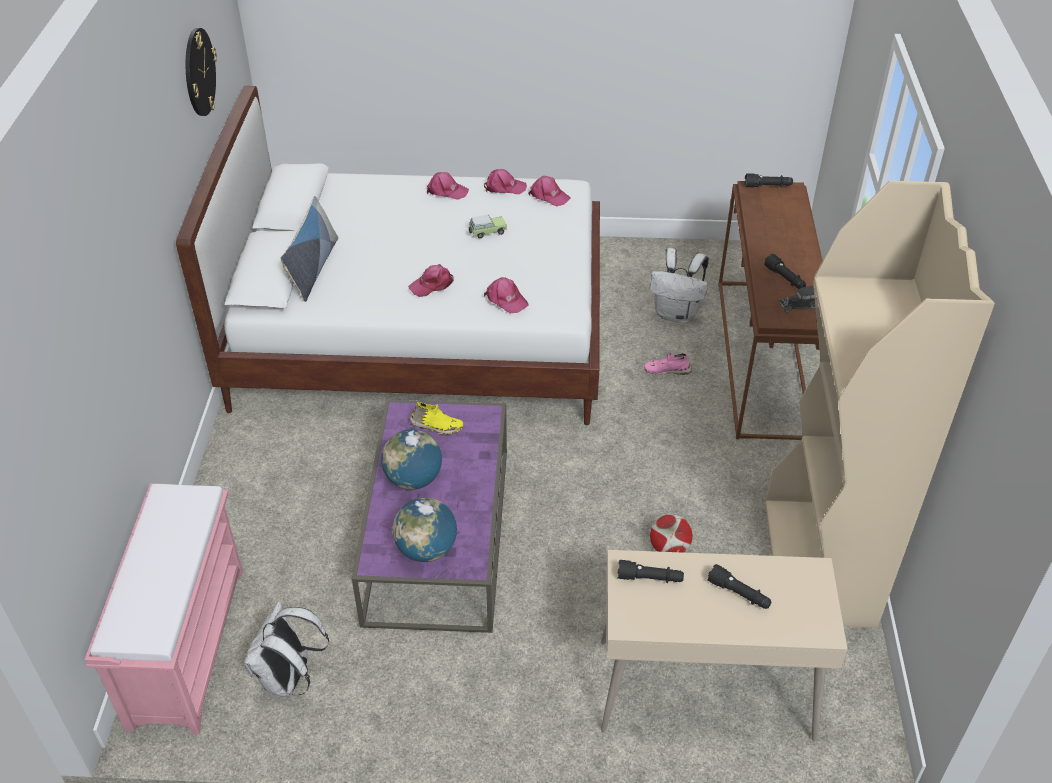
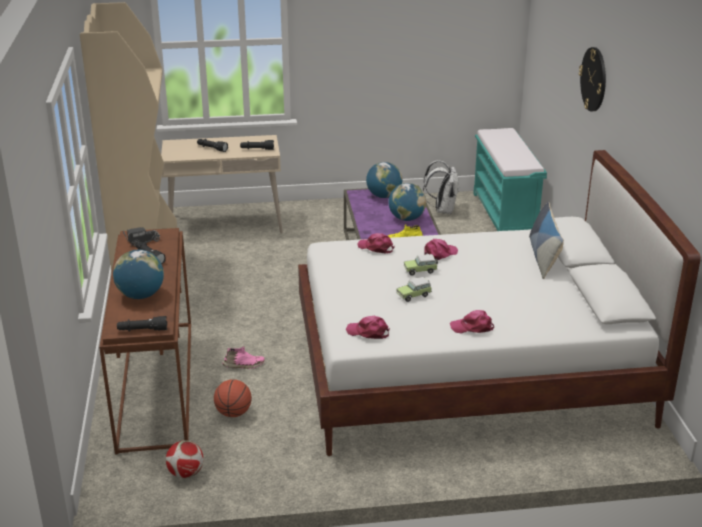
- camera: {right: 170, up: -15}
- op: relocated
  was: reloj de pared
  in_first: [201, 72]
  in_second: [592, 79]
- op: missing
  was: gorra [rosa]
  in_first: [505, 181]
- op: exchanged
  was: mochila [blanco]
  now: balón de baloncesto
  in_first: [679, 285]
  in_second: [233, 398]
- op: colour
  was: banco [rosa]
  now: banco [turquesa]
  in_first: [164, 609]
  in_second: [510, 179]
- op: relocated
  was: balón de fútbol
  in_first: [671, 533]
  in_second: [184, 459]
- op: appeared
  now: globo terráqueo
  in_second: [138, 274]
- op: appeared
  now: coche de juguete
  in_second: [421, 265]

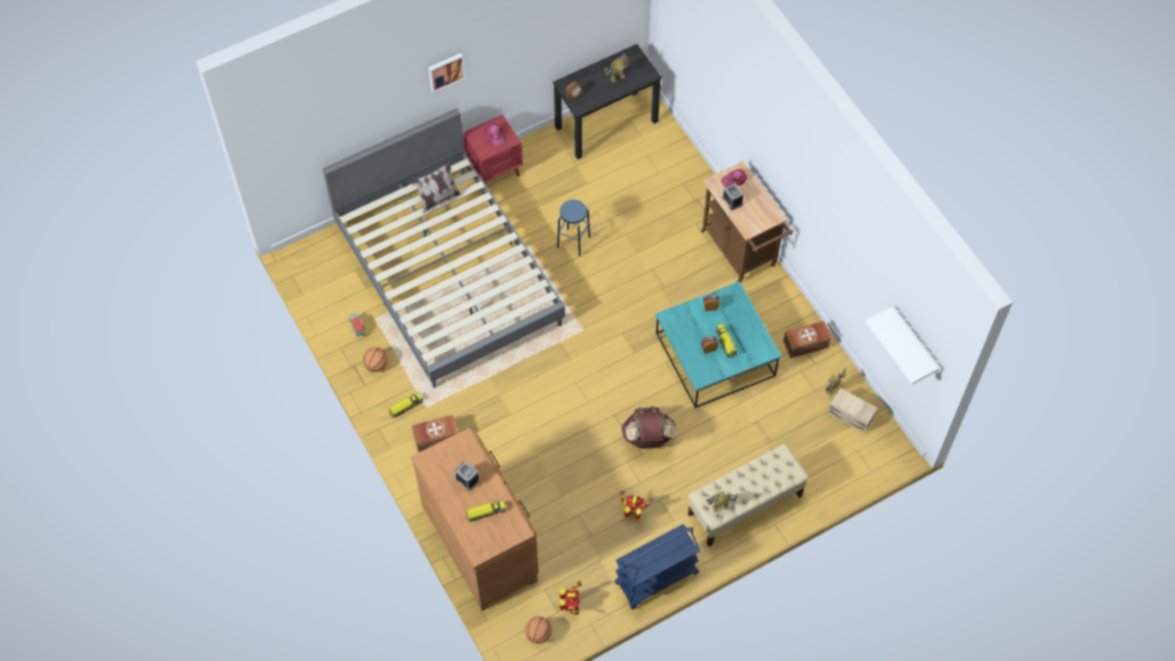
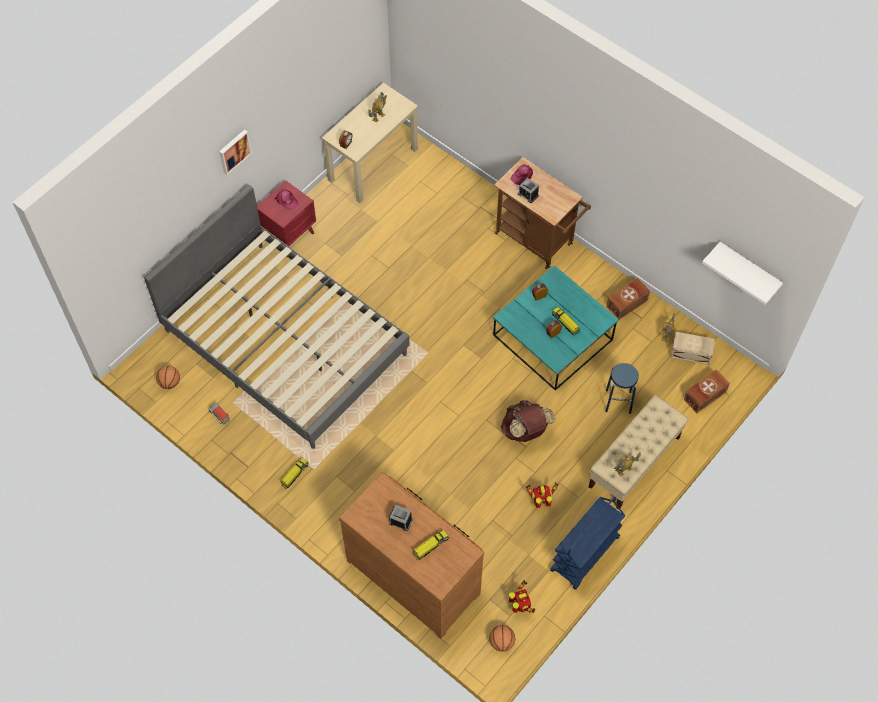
- camera: {right: -20, up: 0}
- op: colour
  was: escritorio [negro]
  now: escritorio [beis]
  in_first: [607, 102]
  in_second: [370, 143]
- op: missing
  was: cojín
  in_first: [436, 187]
- op: relocated
  was: taburete [azul]
  in_first: [573, 228]
  in_second: [622, 388]
- op: relocated
  was: balón de baloncesto
  in_first: [375, 359]
  in_second: [168, 377]
- op: relocated
  was: caja de almacenaje [marrón]
  in_first: [435, 434]
  in_second: [707, 391]

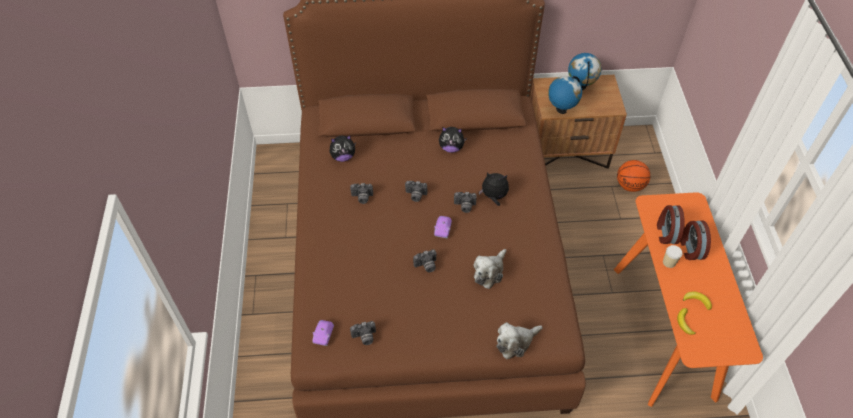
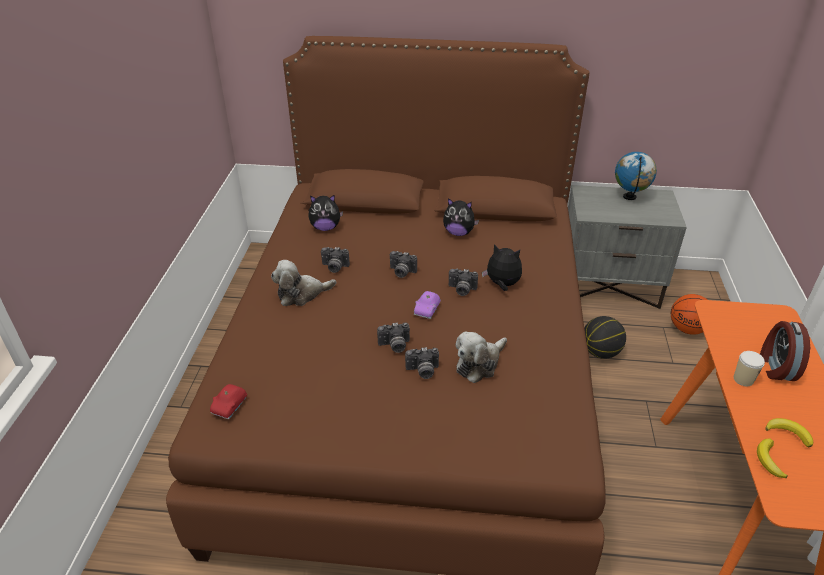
- camera: {right: 10, up: -15}
- op: colour
  was: mesita de noche [marrón]
  now: mesita de noche [gris]
  in_first: [578, 122]
  in_second: [627, 247]
- op: missing
  was: globo terráqueo
  in_first: [565, 95]
- op: missing
  was: despertador
  in_first: [671, 224]
- op: colour
  was: coche de juguete [morado]
  now: coche de juguete [rojo]
  in_first: [323, 333]
  in_second: [228, 401]
- op: relocated
  was: cámara
  in_first: [363, 333]
  in_second: [422, 363]
- op: relocated
  was: peluche
  in_first: [519, 340]
  in_second: [303, 283]
- op: appeared
  now: balón de baloncesto
  in_second: [605, 337]

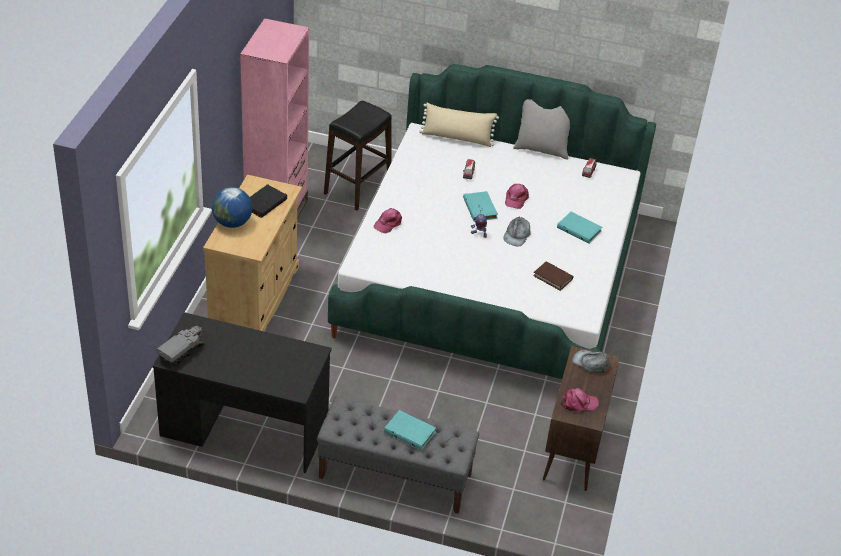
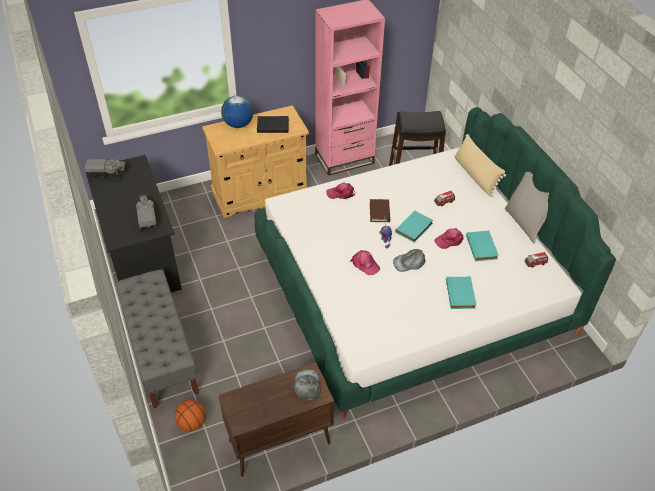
- camera: {right: 55, up: 5}
- op: relocated
  was: libro [marrón]
  in_first: [553, 276]
  in_second: [380, 210]
- op: relocated
  was: gorra [rosa]
  in_first: [580, 399]
  in_second: [365, 262]
- op: relocated
  was: libro [turquesa]
  in_first: [410, 430]
  in_second: [482, 246]
- op: appeared
  now: camión de juguete
  in_second: [147, 212]
- op: appeared
  now: balón de baloncesto
  in_second: [190, 415]

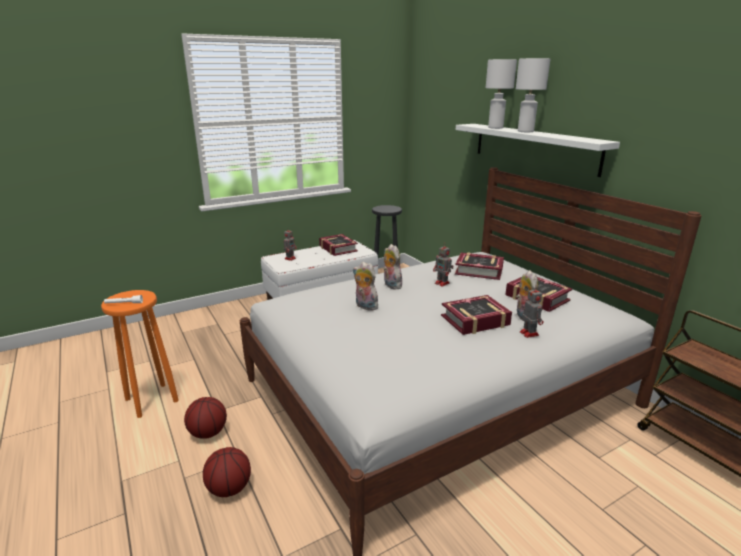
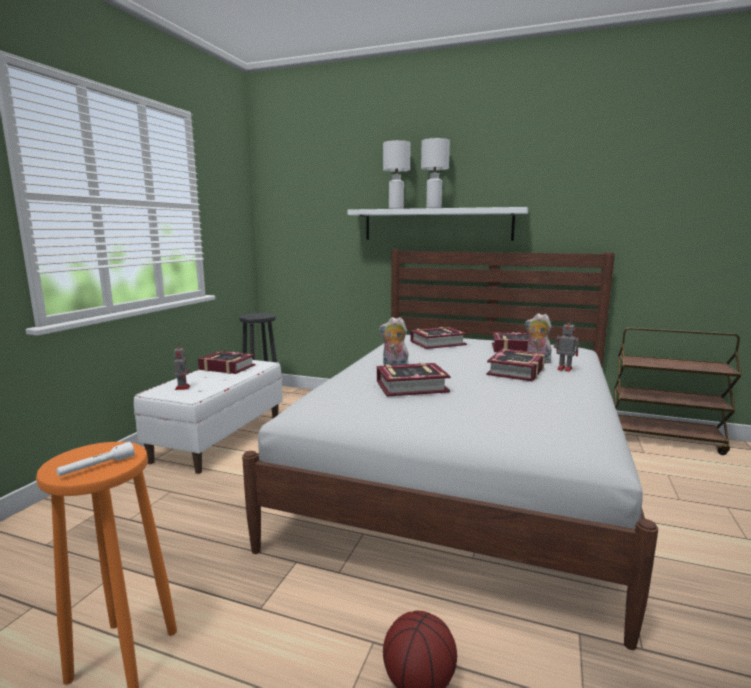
- camera: {right: -40, up: -10}
- op: missing
  was: robot de juguete
  in_first: [443, 266]
- op: exchanged
  was: peluche
  now: libro
  in_first: [365, 286]
  in_second: [414, 379]
- op: missing
  was: balón de baloncesto
  in_first: [205, 417]

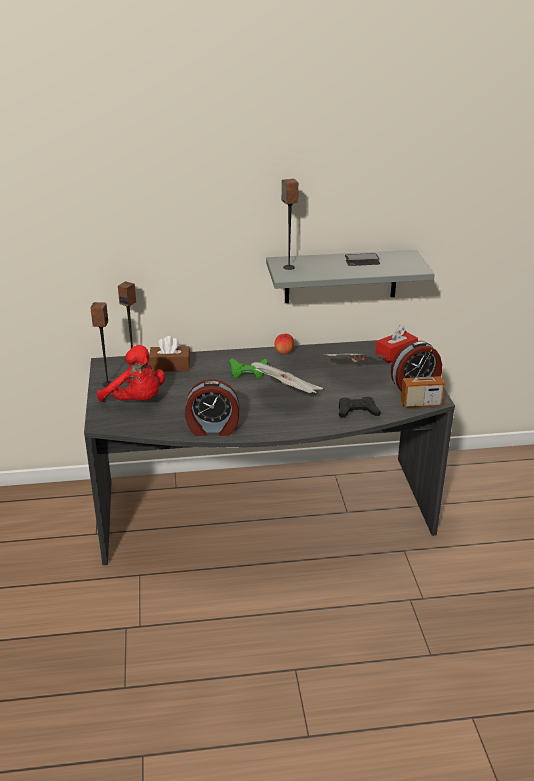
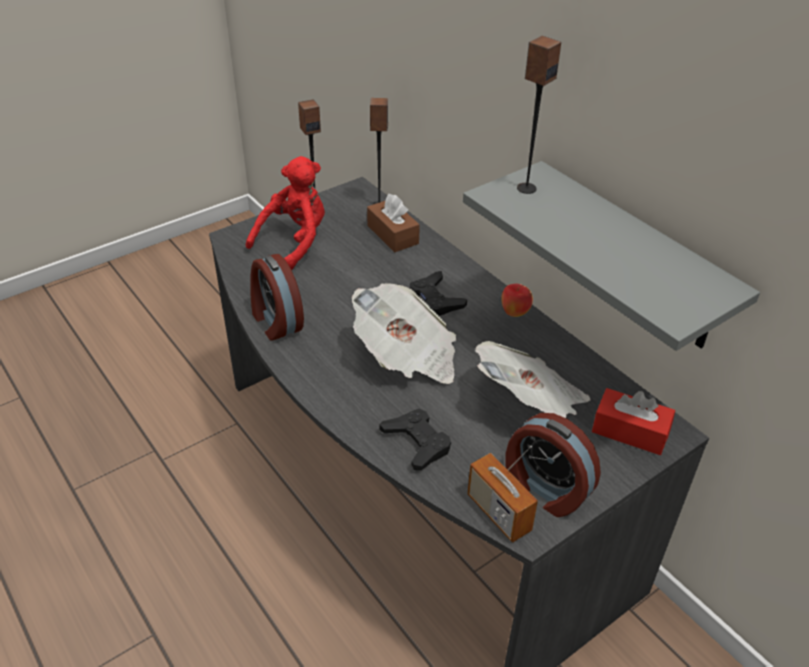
- camera: {right: 60, up: 10}
- op: missing
  was: móvil
  in_first: [362, 259]
- op: spun
  was: peluche [rojo]
  in_first: [131, 373]
  in_second: [285, 213]
  clockwise: -150
- op: colour
  was: mando de consola [verde]
  now: mando de consola [negro]
  in_first: [248, 368]
  in_second: [438, 293]

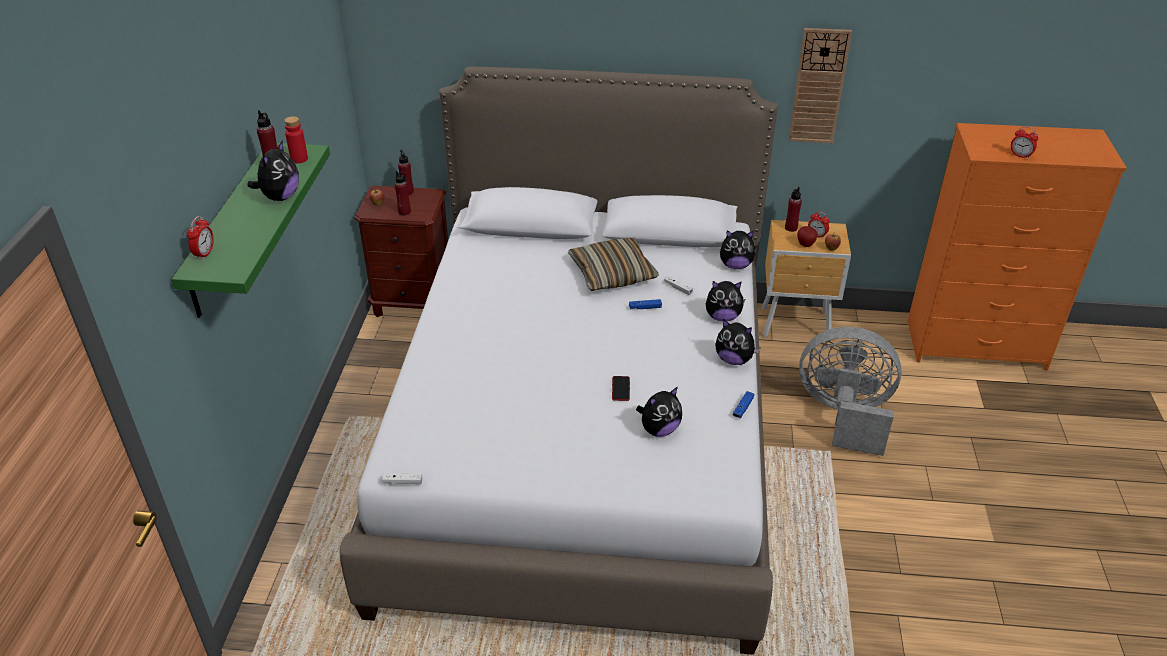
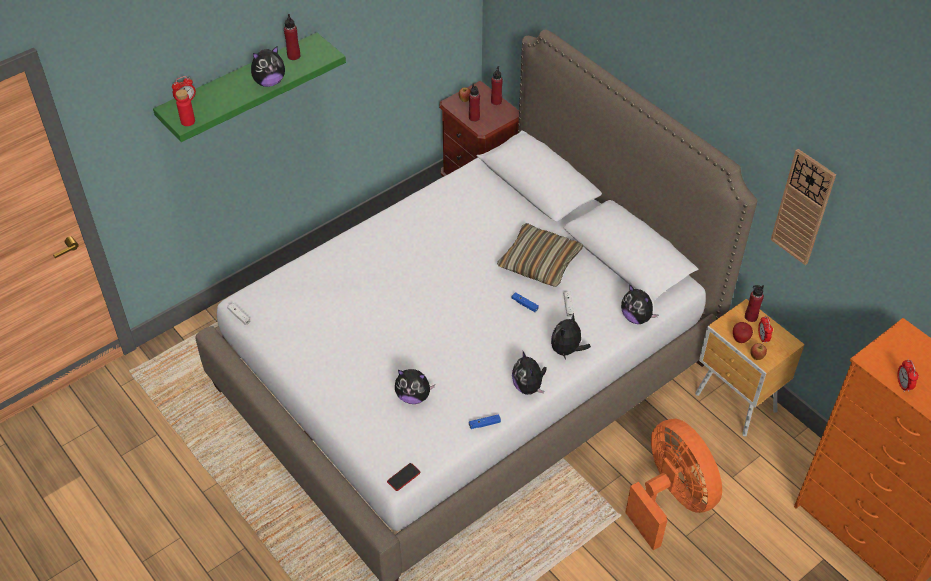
- camera: {right: 45, up: 10}
- op: relocated
  was: botella [rojo]
  in_first: [296, 139]
  in_second: [185, 107]
- op: spun
  was: peluche
  in_first: [725, 301]
  in_second: [571, 336]
  clockwise: 75
- op: colour
  was: ventilador [gris]
  now: ventilador [naranja]
  in_first: [850, 391]
  in_second: [673, 484]
- op: relocated
  was: móvil
  in_first: [621, 388]
  in_second: [403, 477]

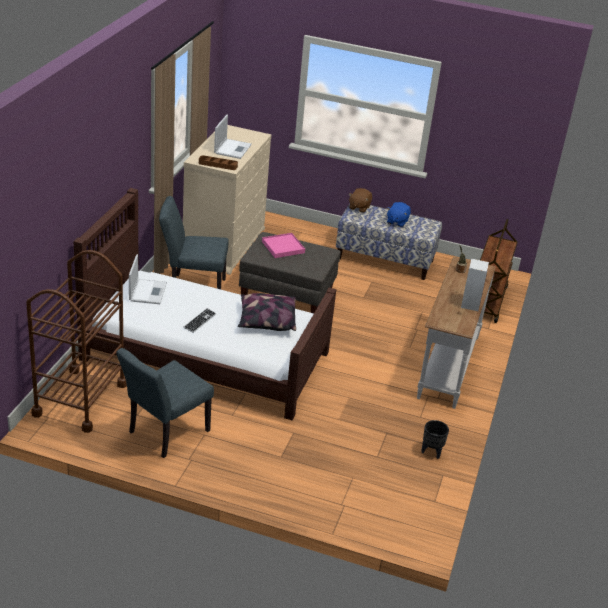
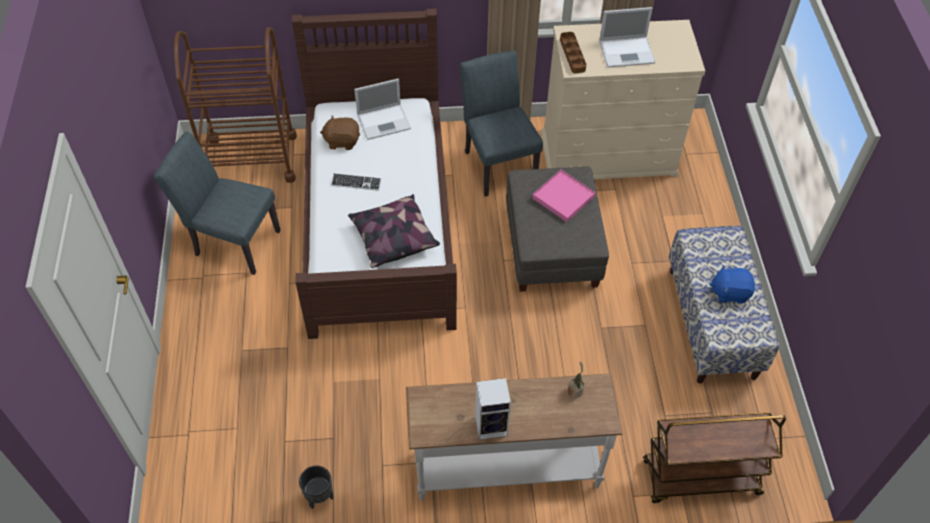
- camera: {right: 70, up: 20}
- op: relocated
  was: peluche [marrón]
  in_first: [360, 200]
  in_second: [340, 132]

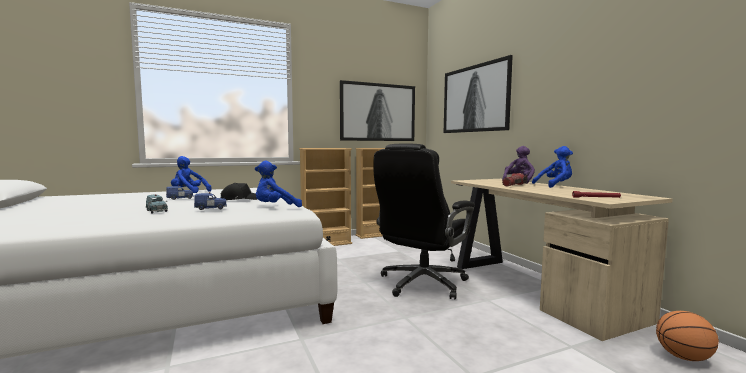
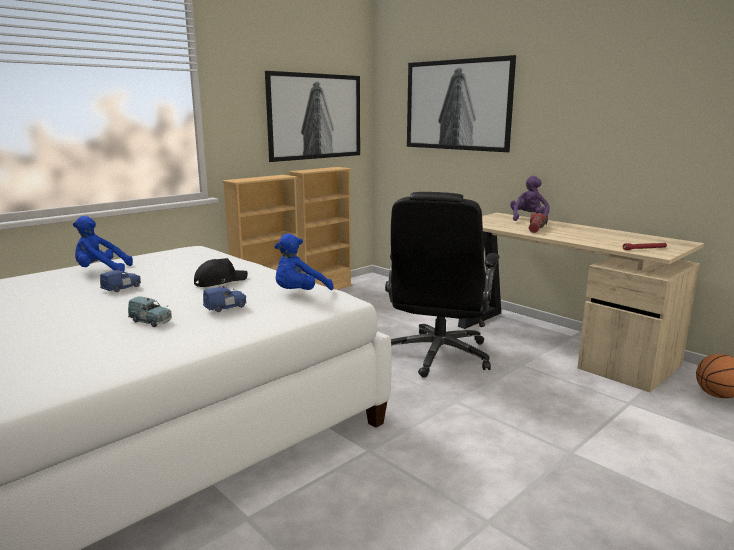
- camera: {right: -20, up: 10}
- op: missing
  was: peluche [azul]
  in_first: [552, 167]

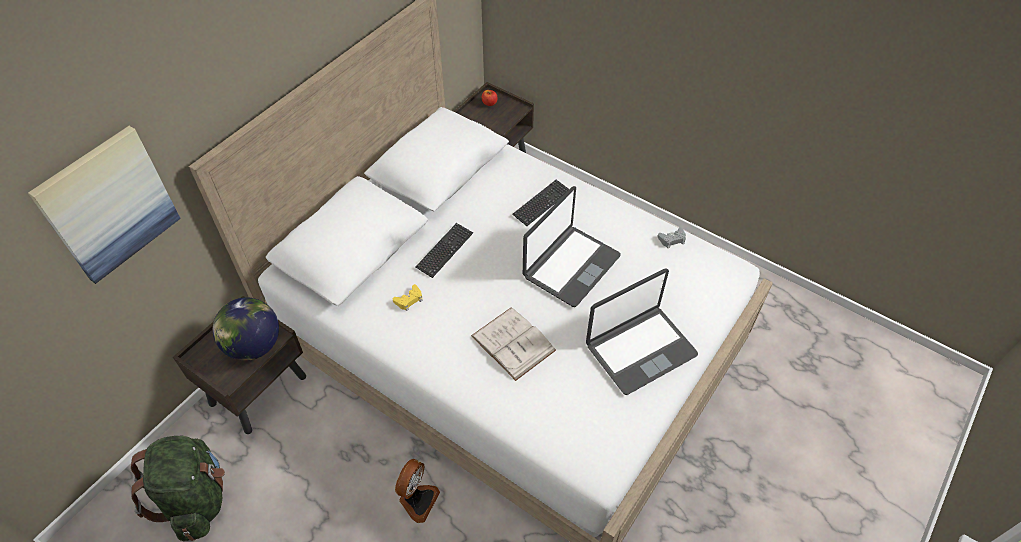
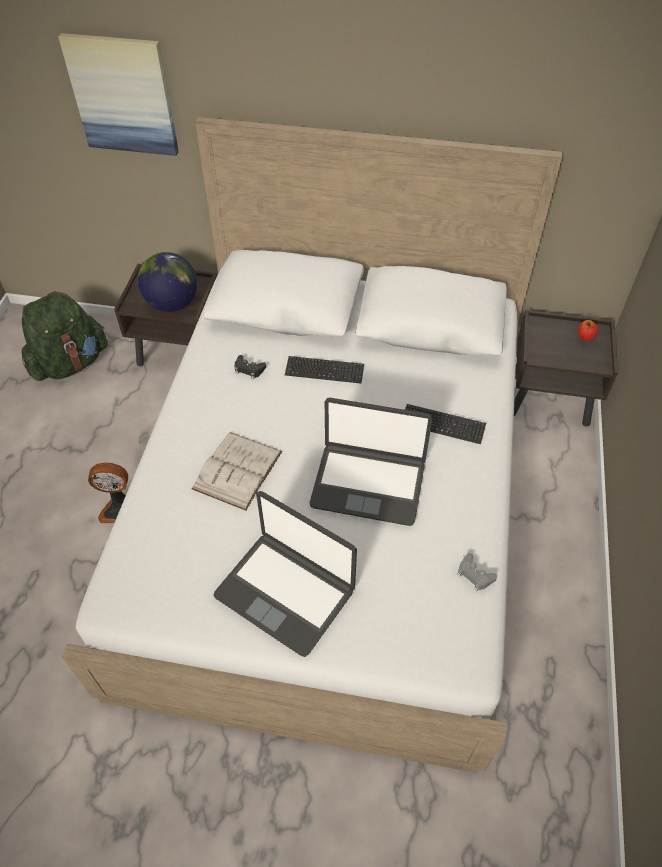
- camera: {right: 65, up: 0}
- op: colour
  was: mando de consola [amarillo]
  now: mando de consola [negro]
  in_first: [408, 297]
  in_second: [250, 367]

